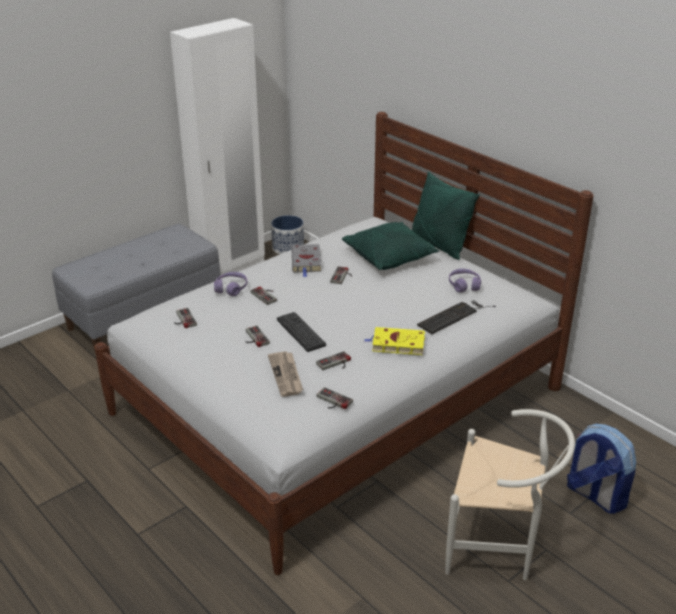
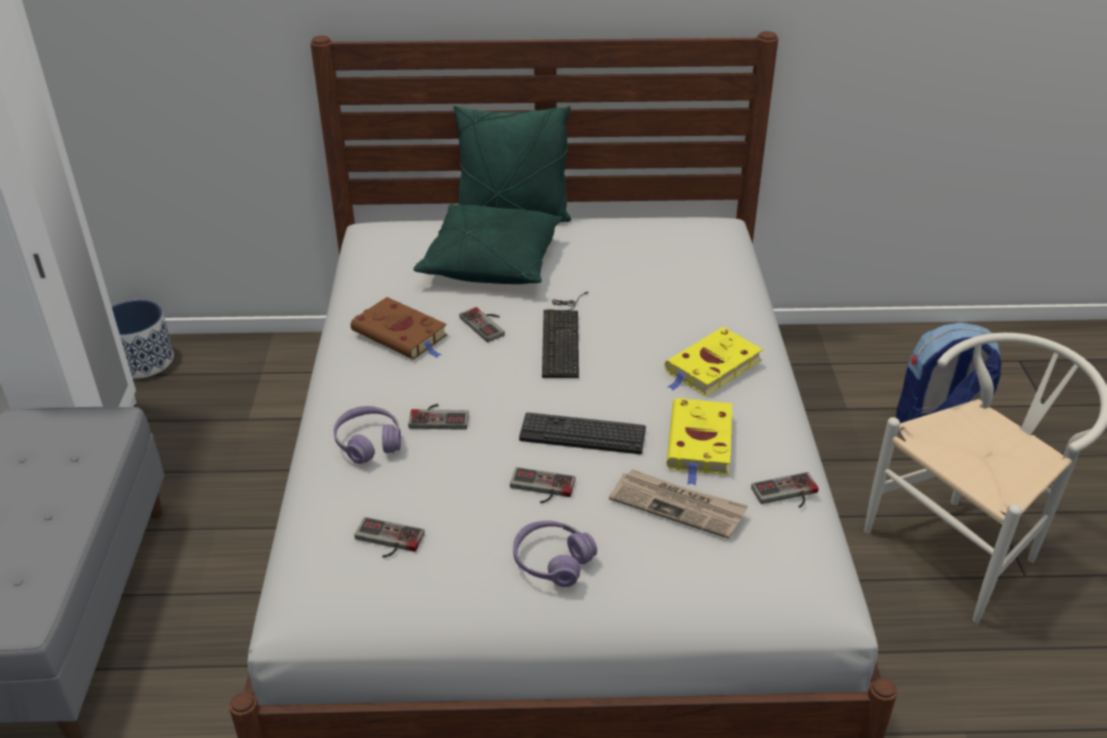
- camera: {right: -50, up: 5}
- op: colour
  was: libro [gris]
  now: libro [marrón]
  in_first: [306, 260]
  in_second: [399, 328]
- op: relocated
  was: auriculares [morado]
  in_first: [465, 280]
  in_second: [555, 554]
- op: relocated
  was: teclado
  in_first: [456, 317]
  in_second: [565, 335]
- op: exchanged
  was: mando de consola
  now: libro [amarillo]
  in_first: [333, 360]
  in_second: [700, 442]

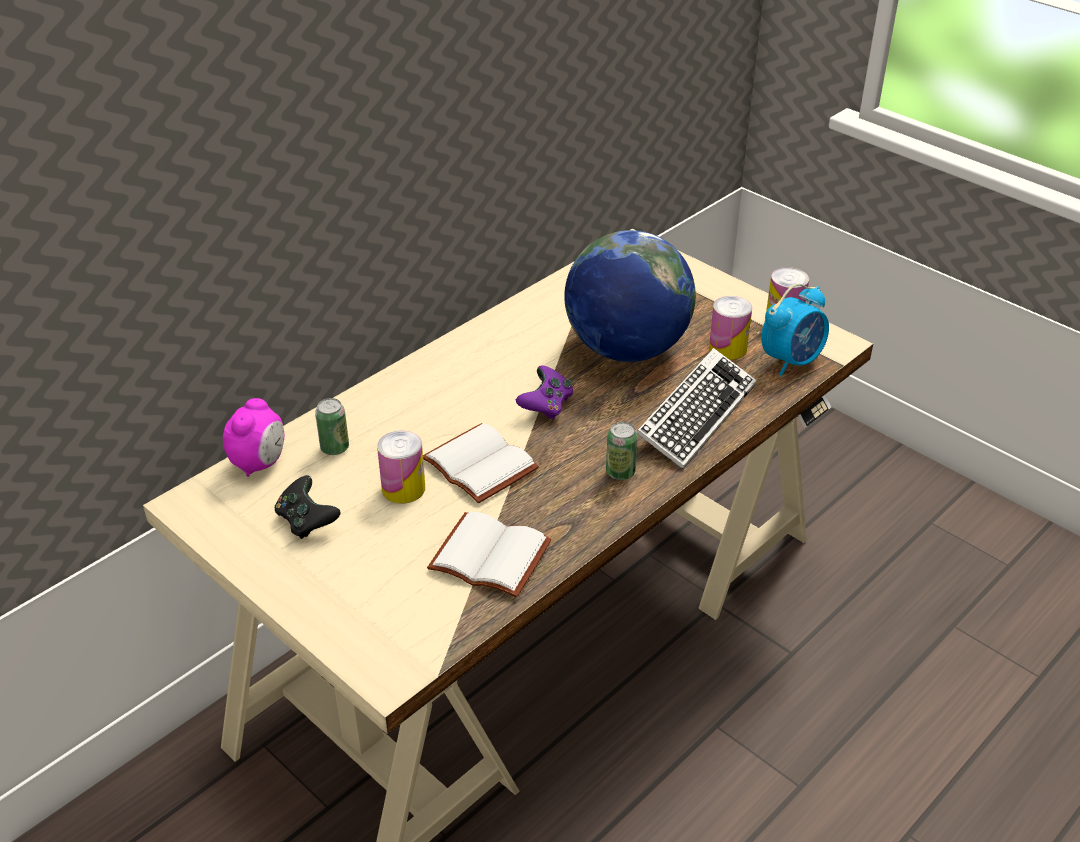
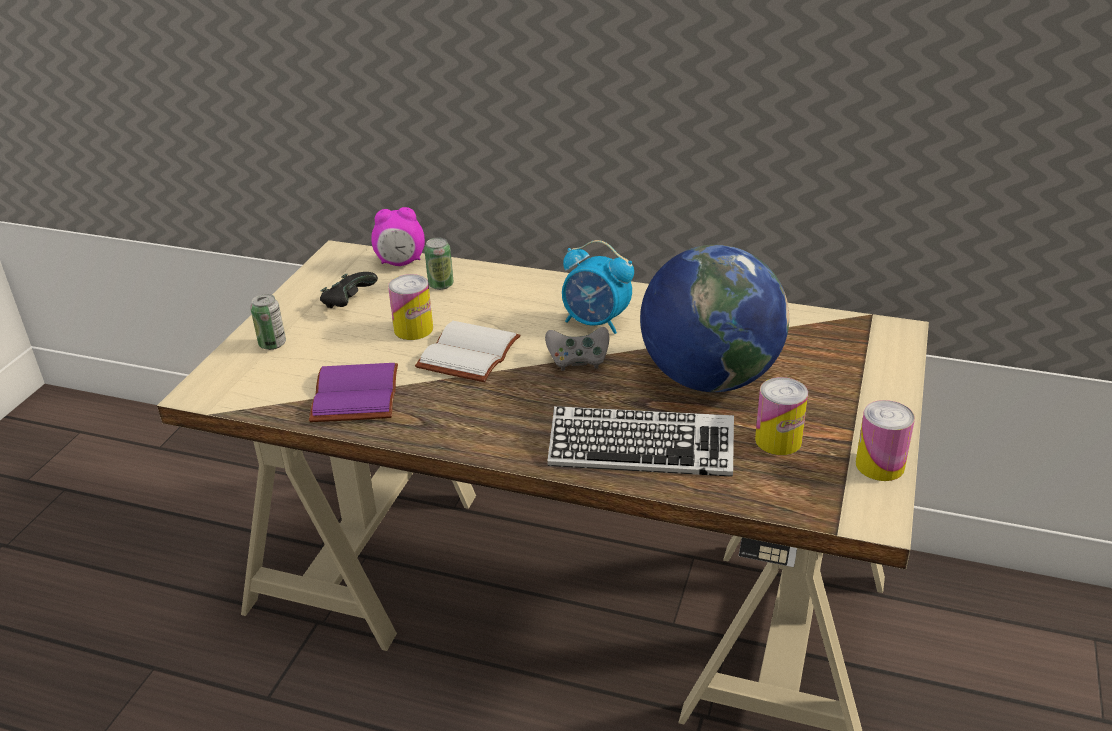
- camera: {right: 65, up: -5}
- op: relocated
  was: despertador
  in_first: [795, 329]
  in_second: [598, 287]
- op: colour
  was: mando de consola [morado]
  now: mando de consola [gris]
  in_first: [544, 392]
  in_second: [577, 349]
- op: relocated
  was: lata
  in_first: [622, 451]
  in_second: [268, 322]
- op: colour
  was: libro [blanco]
  now: libro [morado]
  in_first: [489, 554]
  in_second: [353, 392]

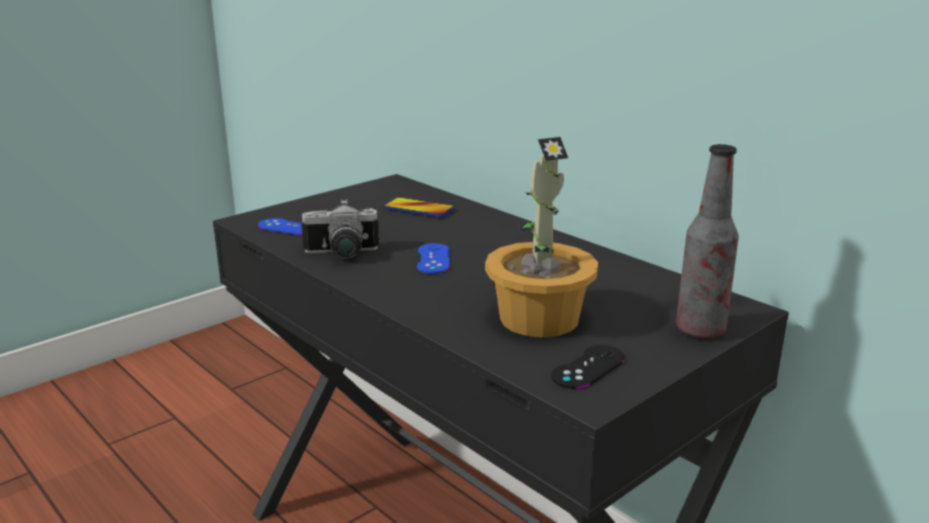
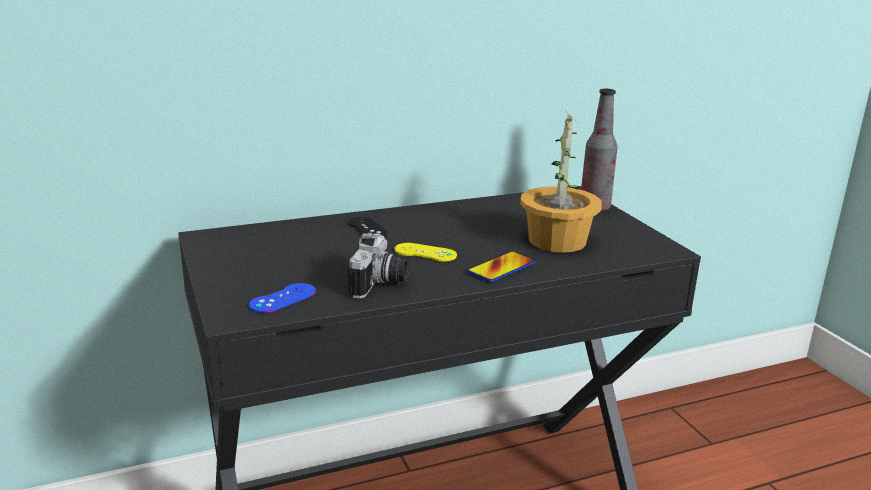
- camera: {right: -70, up: 0}
- op: relocated
  was: móvil
  in_first: [419, 207]
  in_second: [501, 266]
- op: colour
  was: mando de consola [azul]
  now: mando de consola [amarillo]
  in_first: [433, 258]
  in_second: [426, 252]
- op: relocated
  was: mando de consola [negro]
  in_first: [588, 367]
  in_second: [368, 227]

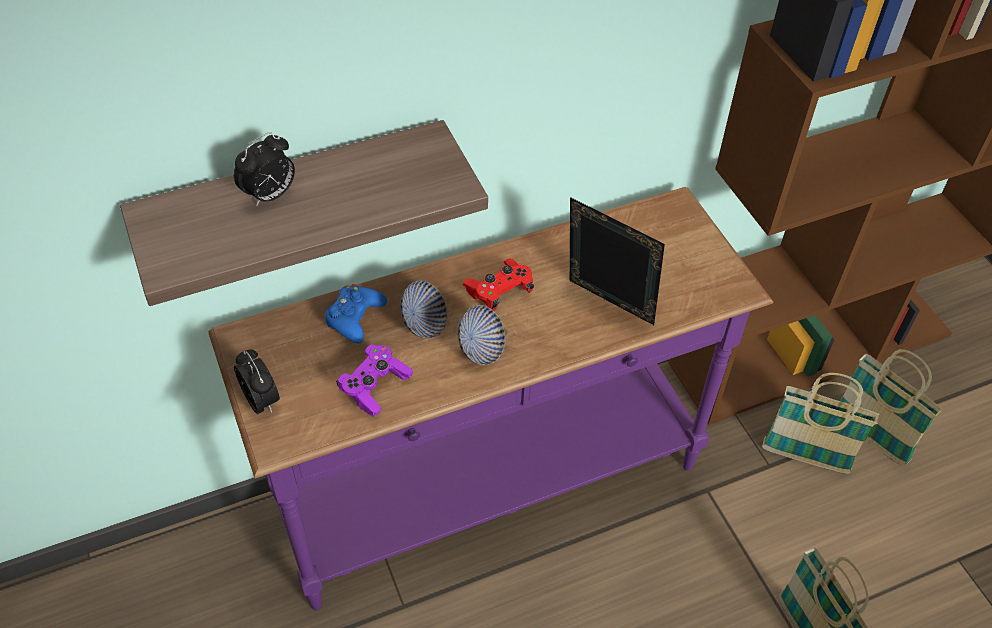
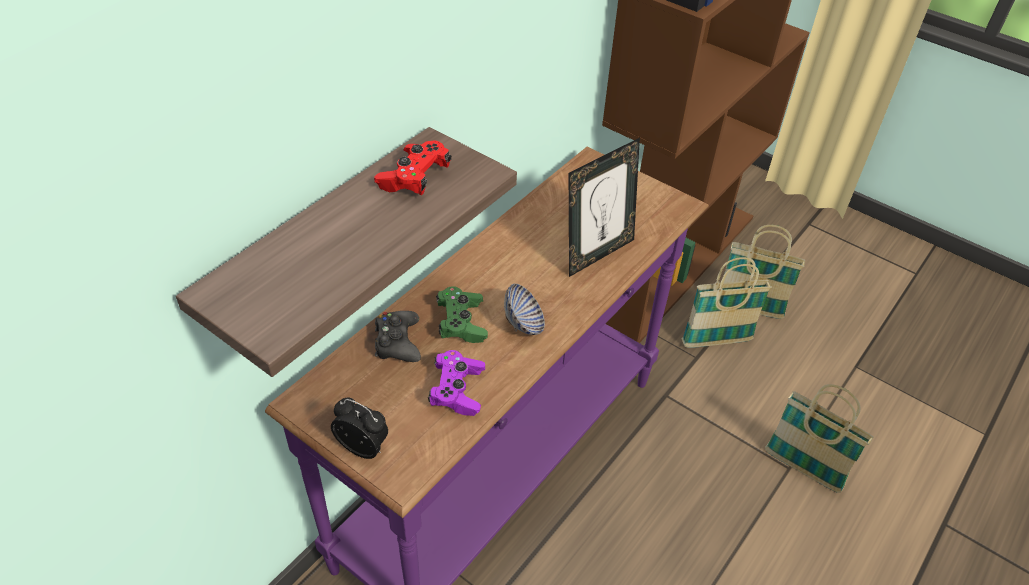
- camera: {right: -30, up: -5}
- op: missing
  was: despertador
  in_first: [264, 169]
- op: spun
  was: portarretratos
  in_first: [617, 261]
  in_second: [604, 207]
  clockwise: 135
- op: relocated
  was: mando de consola [rojo]
  in_first: [498, 284]
  in_second: [412, 167]
- op: exchanged
  was: cuenco
  now: mando de consola [verde]
  in_first: [423, 309]
  in_second: [462, 314]
- op: colour
  was: mando de consola [azul]
  now: mando de consola [negro]
  in_first: [356, 314]
  in_second: [398, 336]

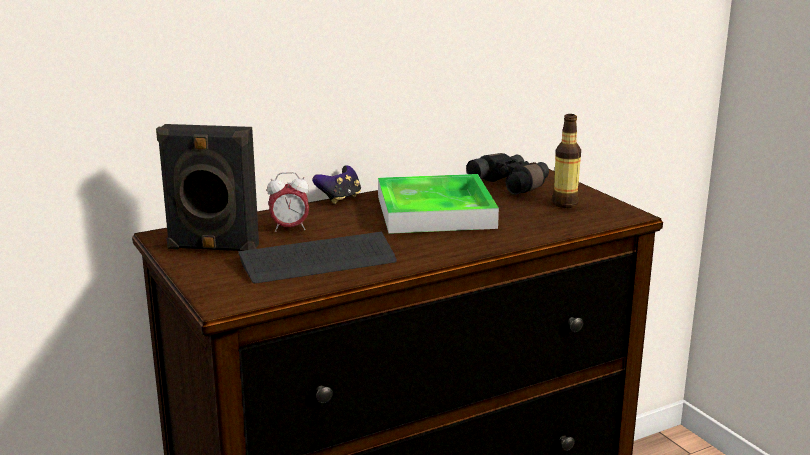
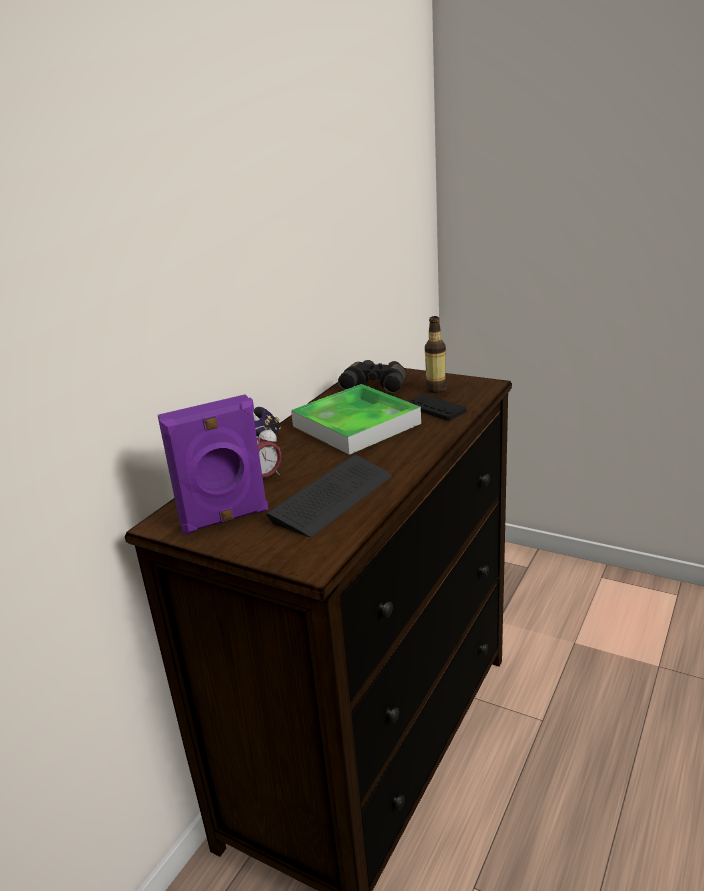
- camera: {right: -30, up: 5}
- op: colour
  was: altavoz [negro]
  now: altavoz [morado]
  in_first: [207, 187]
  in_second: [213, 465]
- op: appeared
  now: mando de consola [negro]
  in_second: [437, 407]

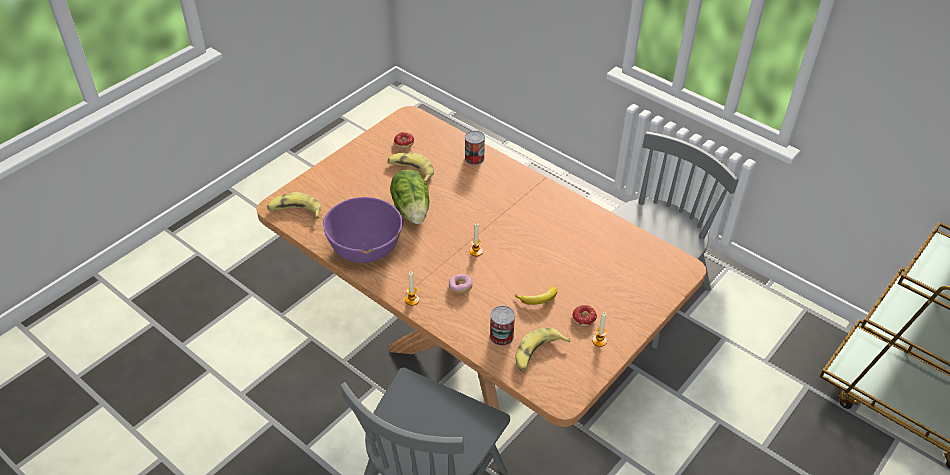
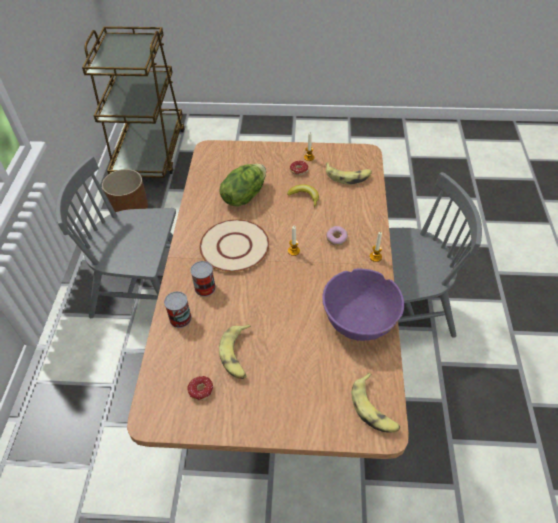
- camera: {right: -125, up: 5}
- op: relocated
  was: lechuga
  in_first: [409, 197]
  in_second: [242, 185]
- op: relocated
  was: lata
  in_first: [502, 326]
  in_second: [203, 279]
- op: appeared
  now: maceta [marrón]
  in_second: [125, 190]
- op: appeared
  now: plato [beis]
  in_second: [234, 245]

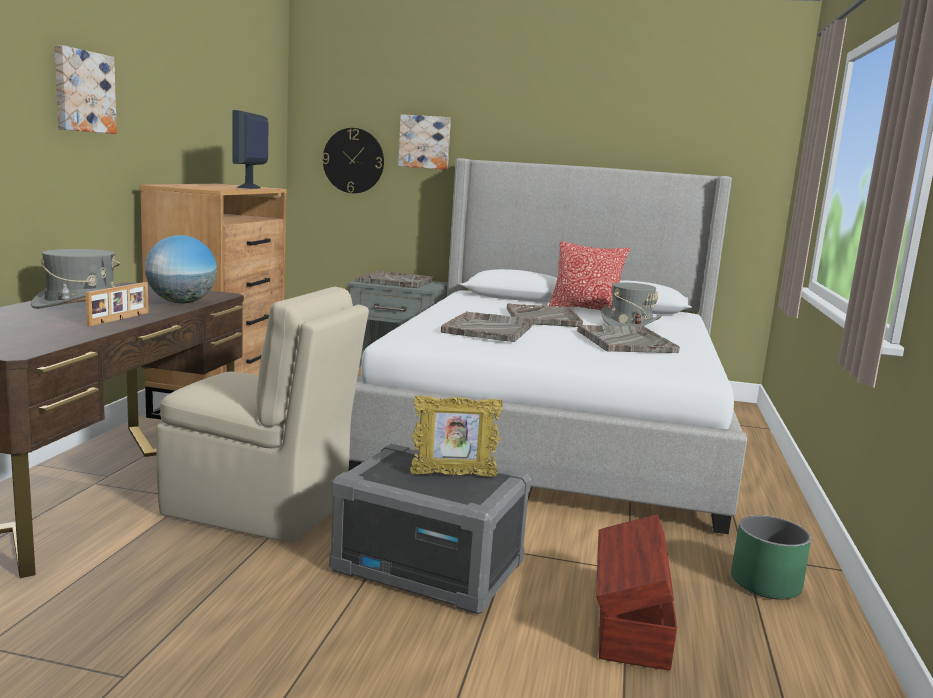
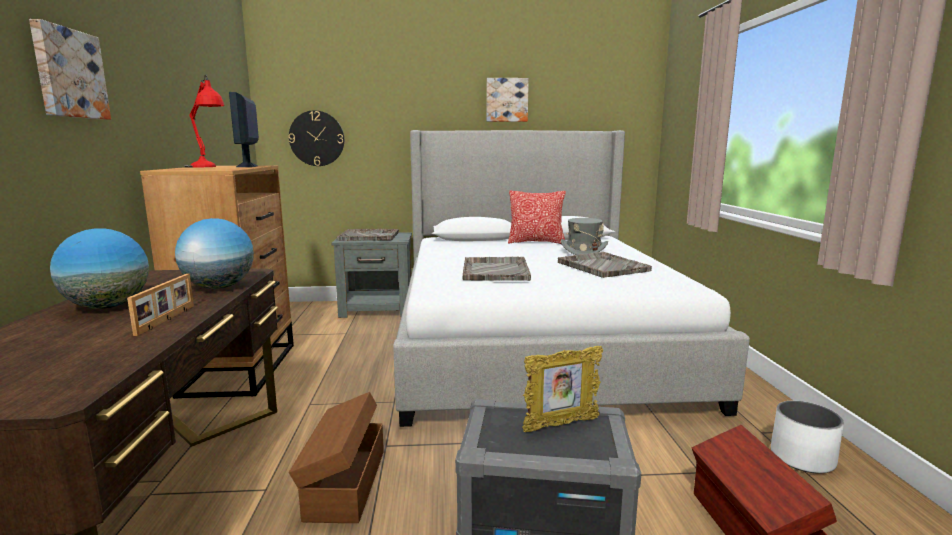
- camera: {right: -15, up: 0}
- op: relocated
  was: cuadro
  in_first: [424, 142]
  in_second: [507, 100]
- op: exchanged
  was: sombrero [gris]
  now: globo terráqueo
  in_first: [75, 279]
  in_second: [99, 268]
- op: exchanged
  was: silla [beis]
  now: caja de almacenaje [marrón]
  in_first: [262, 415]
  in_second: [336, 457]
- op: missing
  was: bandeja [gris]
  in_first: [545, 315]
- op: colour
  was: maceta [verde]
  now: maceta [blanco]
  in_first: [771, 557]
  in_second: [807, 437]
- op: appeared
  now: lámpara de mesa [rojo]
  in_second: [204, 121]

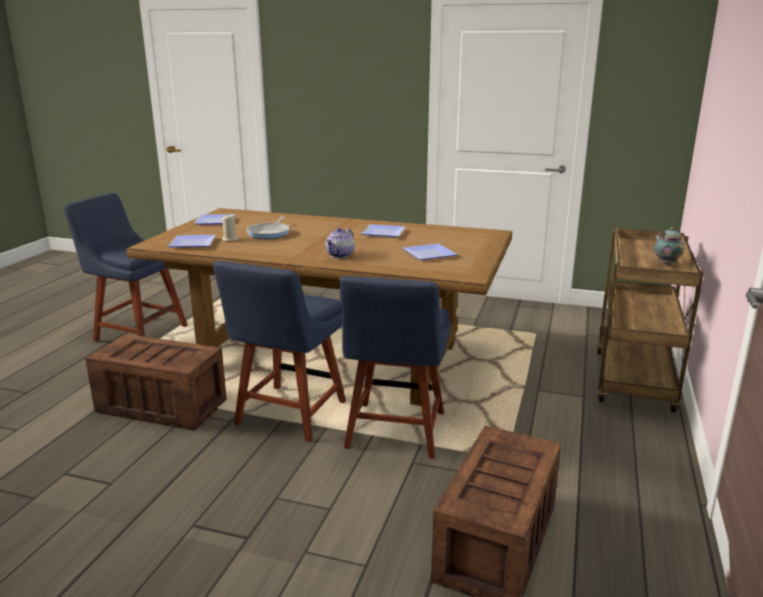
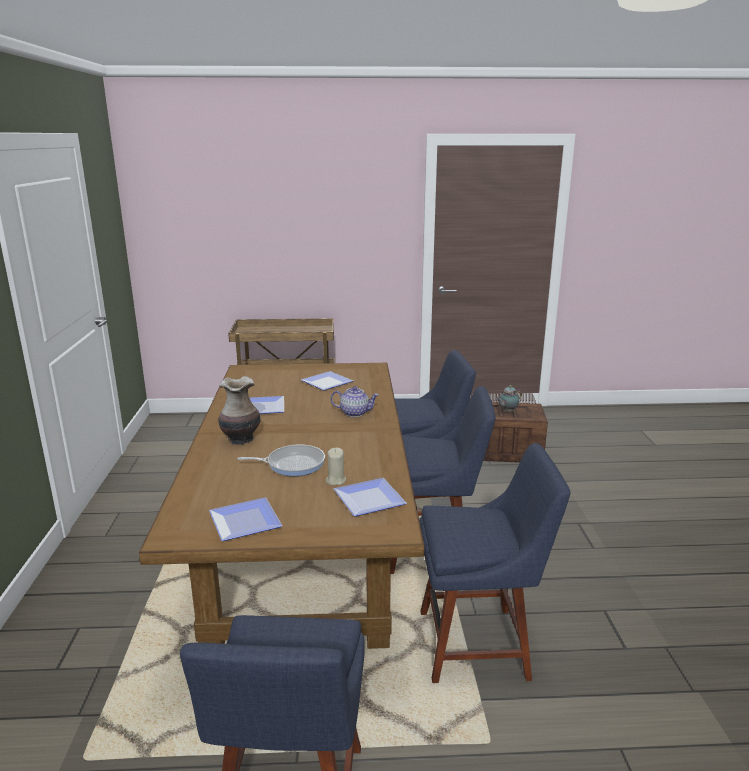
- camera: {right: -110, up: 0}
- op: relocated
  was: tetera
  in_first: [669, 246]
  in_second: [509, 398]
- op: exchanged
  was: caja de embalaje
  now: silla [azul]
  in_first: [156, 382]
  in_second: [494, 563]
- op: appeared
  now: florero
  in_second: [239, 410]

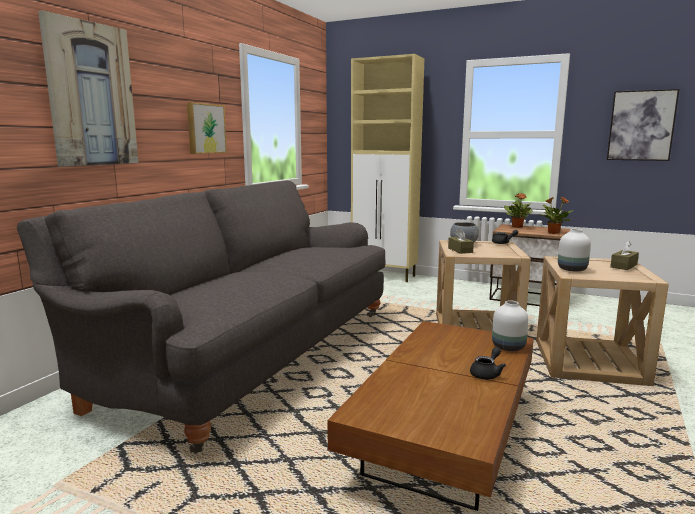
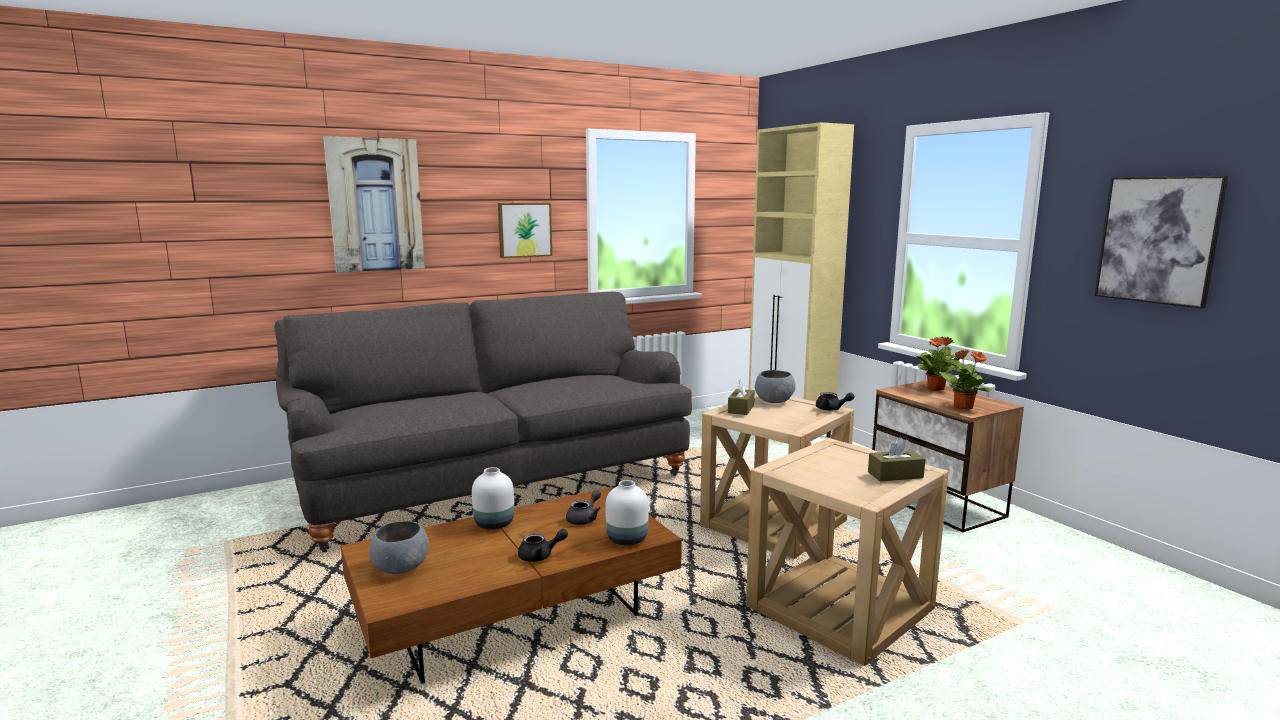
- camera: {right: 35, up: 0}
- op: relocated
  was: florero [blanco]
  in_first: [574, 250]
  in_second: [493, 498]
- op: appeared
  now: tetera [gris]
  in_second: [583, 507]
- op: appeared
  now: cuenco [gris]
  in_second: [399, 547]

